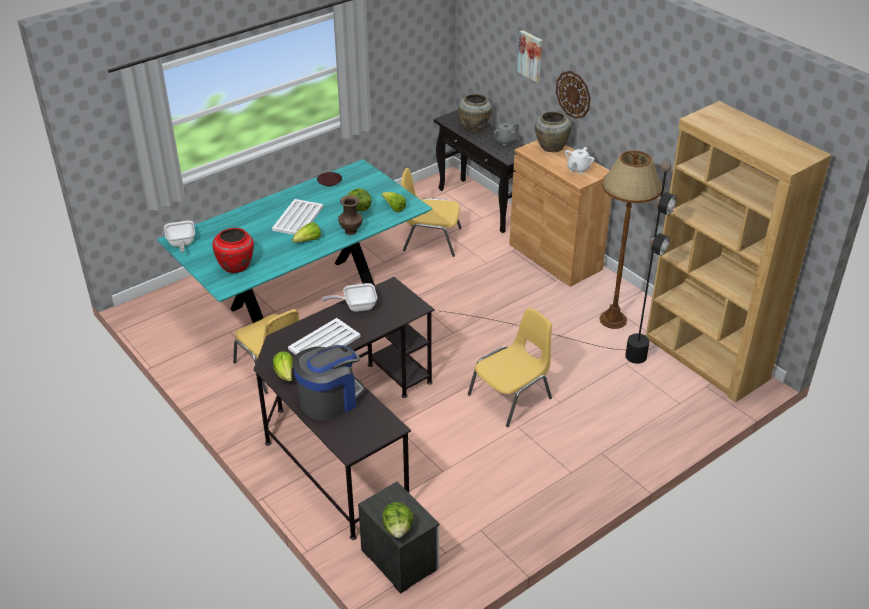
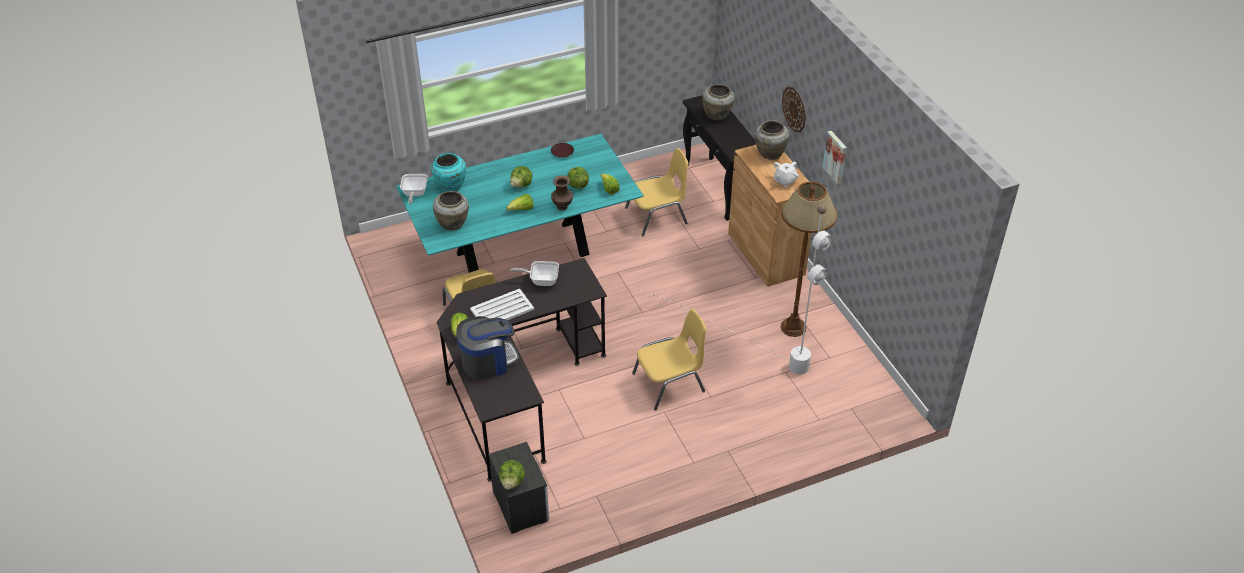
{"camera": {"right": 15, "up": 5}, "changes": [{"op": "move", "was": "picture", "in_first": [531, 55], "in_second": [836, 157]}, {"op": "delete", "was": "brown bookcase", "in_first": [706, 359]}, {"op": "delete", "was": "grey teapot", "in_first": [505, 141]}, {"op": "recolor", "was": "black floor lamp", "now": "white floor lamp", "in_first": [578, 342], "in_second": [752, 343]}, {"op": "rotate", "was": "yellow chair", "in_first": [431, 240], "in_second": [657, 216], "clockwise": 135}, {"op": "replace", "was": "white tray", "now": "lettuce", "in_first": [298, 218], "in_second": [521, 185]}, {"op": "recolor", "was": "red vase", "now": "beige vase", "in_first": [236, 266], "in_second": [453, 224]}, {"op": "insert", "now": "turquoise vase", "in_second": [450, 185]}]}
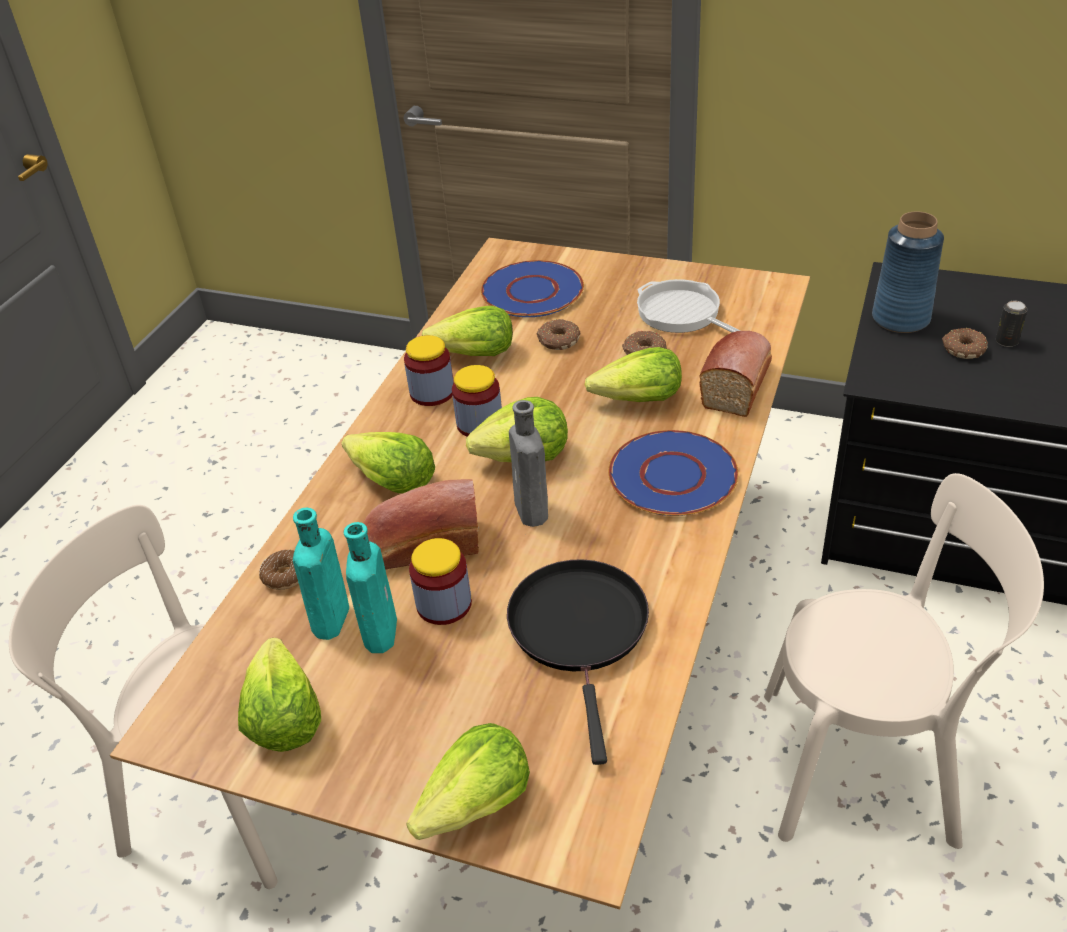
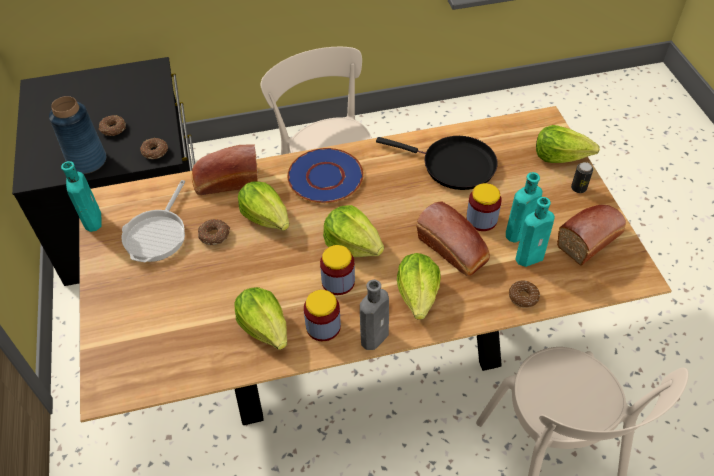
{"camera": {"right": -125, "up": 10}, "changes": [{"op": "delete", "was": "blue plate", "in_first": [531, 291]}, {"op": "move", "was": "can", "in_first": [1006, 341], "in_second": [578, 188]}, {"op": "move", "was": "donut", "in_first": [558, 341], "in_second": [155, 152]}, {"op": "move", "was": "grey bottle", "in_first": [532, 512], "in_second": [375, 336]}, {"op": "rotate", "was": "black frying pan", "in_first": [580, 631], "in_second": [454, 165], "clockwise": -120}, {"op": "replace", "was": "lettuce", "now": "bread", "in_first": [283, 717], "in_second": [591, 239]}, {"op": "insert", "now": "turquoise bottle", "in_second": [93, 219]}]}
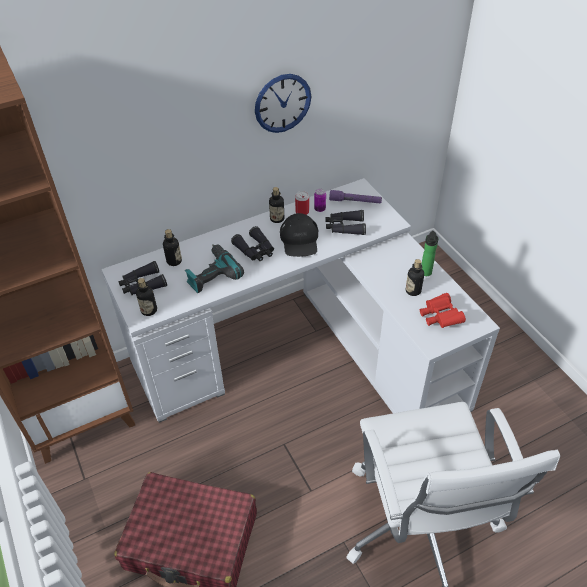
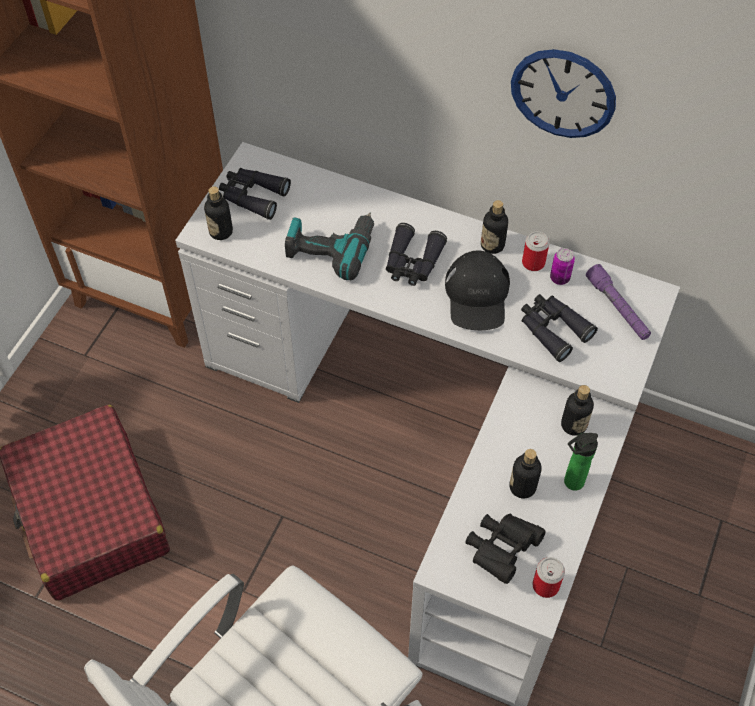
{"camera": {"right": 50, "up": 10}, "changes": [{"op": "rotate", "was": "black cap", "in_first": [299, 240], "in_second": [477, 296], "clockwise": -45}, {"op": "move", "was": "bottle", "in_first": [174, 261], "in_second": [573, 425]}, {"op": "recolor", "was": "red binoculars", "now": "black binoculars", "in_first": [439, 317], "in_second": [501, 549]}, {"op": "insert", "now": "can", "in_second": [545, 585]}]}
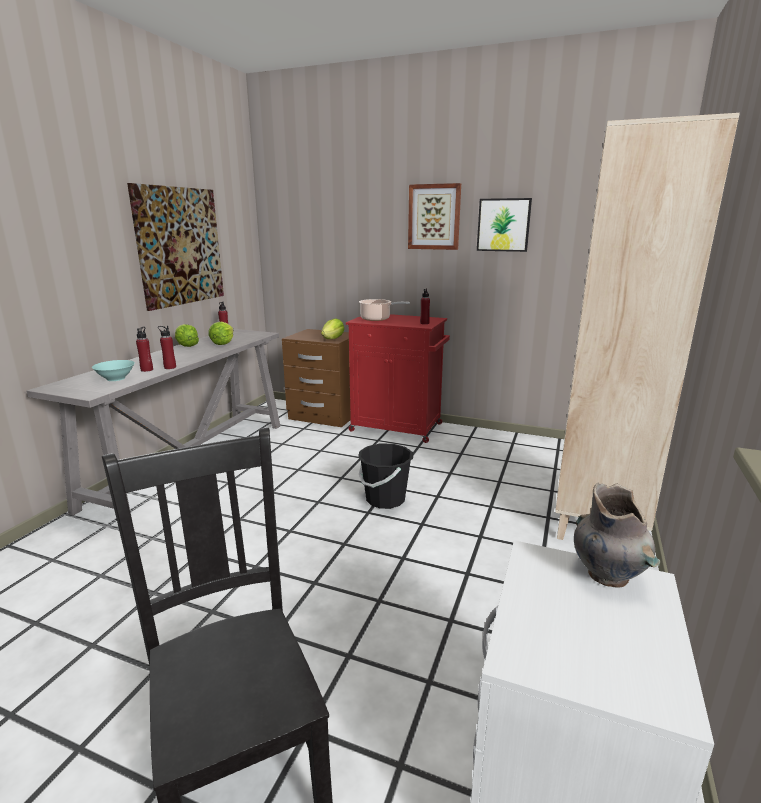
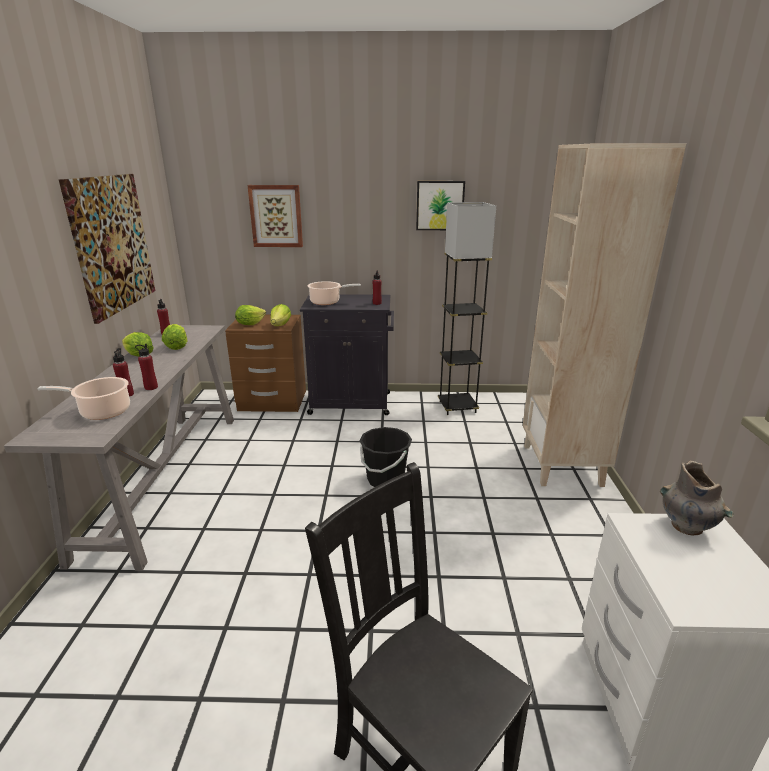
{"camera": {"right": -20, "up": 5}, "changes": [{"op": "move", "was": "picture", "in_first": [434, 217], "in_second": [276, 216]}, {"op": "recolor", "was": "red cabinet", "now": "black cabinet", "in_first": [398, 428], "in_second": [352, 403]}, {"op": "replace", "was": "turquoise bowl", "now": "cooking pot", "in_first": [116, 378], "in_second": [102, 411]}, {"op": "insert", "now": "grey floor lamp", "in_second": [457, 407]}, {"op": "insert", "now": "lettuce", "in_second": [250, 324]}]}
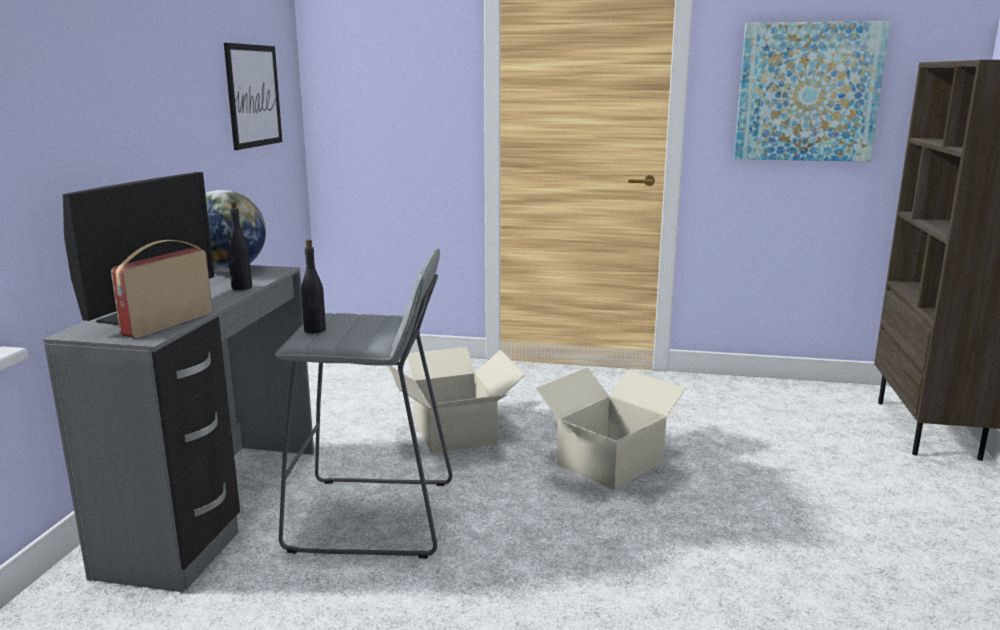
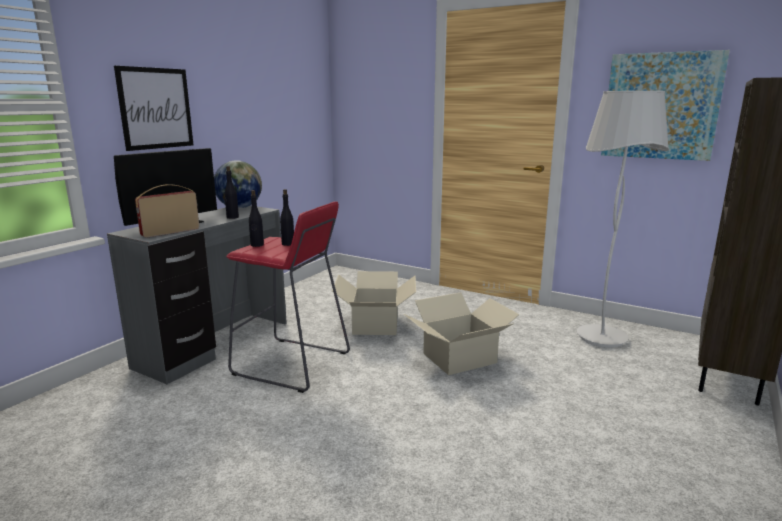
{"camera": {"right": 20, "up": 0}, "changes": [{"op": "move", "was": "picture", "in_first": [253, 96], "in_second": [156, 108]}, {"op": "recolor", "was": "grey stool", "now": "red stool", "in_first": [374, 517], "in_second": [291, 364]}, {"op": "insert", "now": "white floor lamp", "in_second": [601, 338]}, {"op": "insert", "now": "black bottle", "in_second": [288, 244]}]}
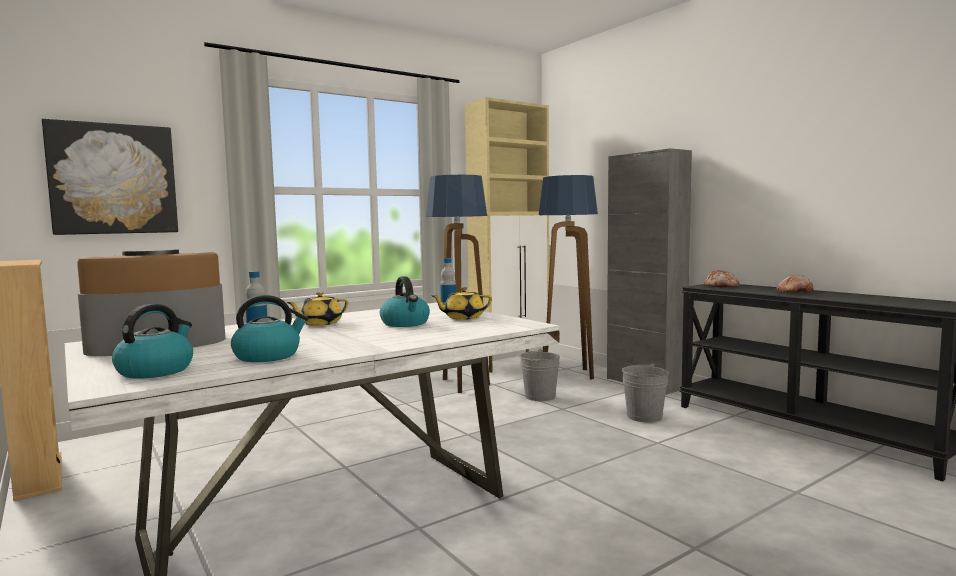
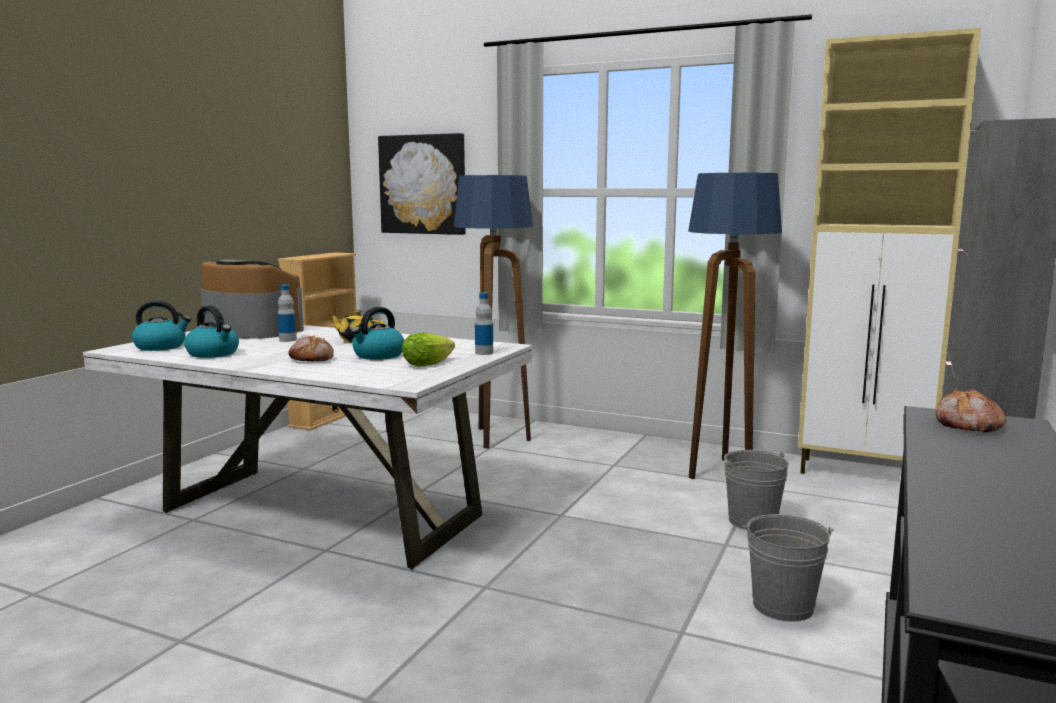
{"camera": {"right": 60, "up": 5}, "changes": [{"op": "move", "was": "floor lamp", "in_first": [568, 374], "in_second": [495, 437]}, {"op": "move", "was": "bread", "in_first": [794, 292], "in_second": [312, 359]}, {"op": "replace", "was": "yellow teapot", "now": "lettuce", "in_first": [463, 318], "in_second": [430, 363]}]}
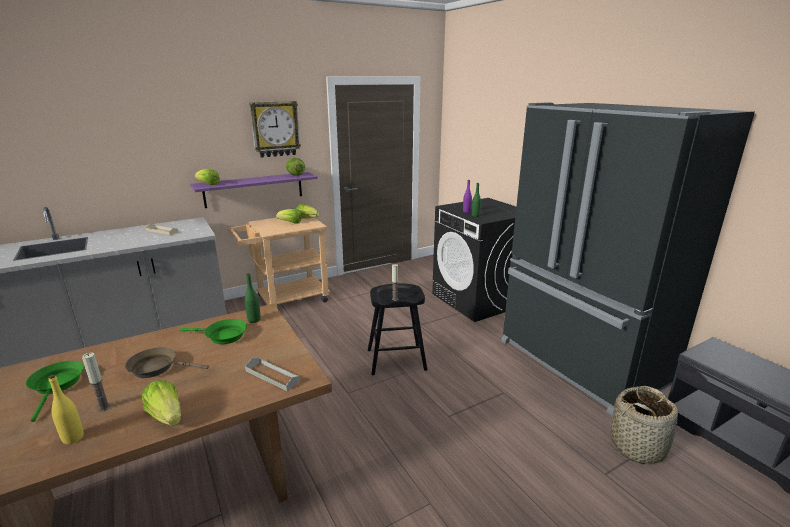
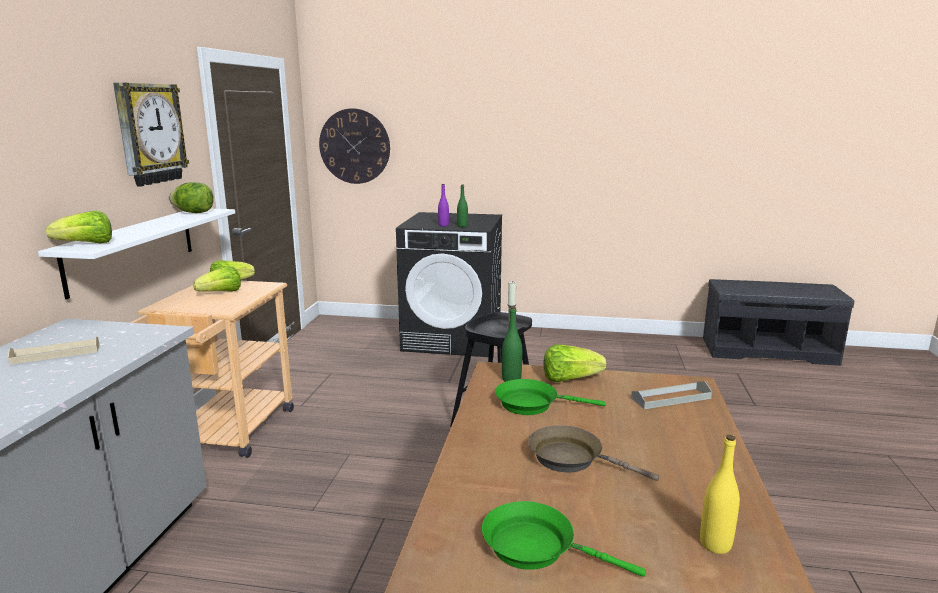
{"camera": {"right": -50, "up": -5}, "changes": [{"op": "delete", "was": "black fridge", "in_first": [580, 362]}, {"op": "recolor", "was": "purple shelf", "now": "white shelf", "in_first": [254, 189], "in_second": [132, 249]}, {"op": "rotate", "was": "green frying pan", "in_first": [223, 336], "in_second": [532, 404], "clockwise": -135}, {"op": "rotate", "was": "brown frying pan", "in_first": [157, 367], "in_second": [571, 459], "clockwise": 75}, {"op": "delete", "was": "candle", "in_first": [104, 407]}, {"op": "move", "was": "lettuce", "in_first": [166, 415], "in_second": [569, 379]}, {"op": "delete", "was": "basket", "in_first": [638, 446]}, {"op": "insert", "now": "wall clock", "in_second": [354, 146]}]}
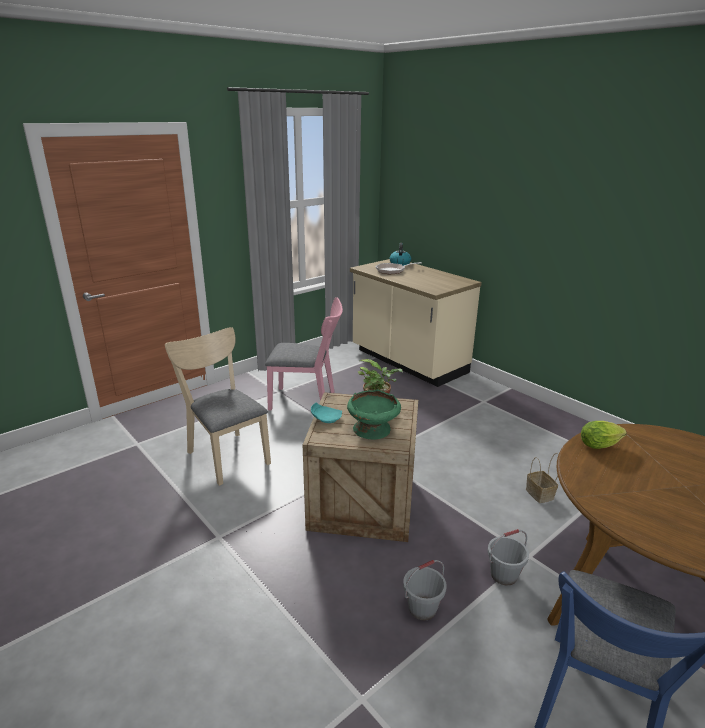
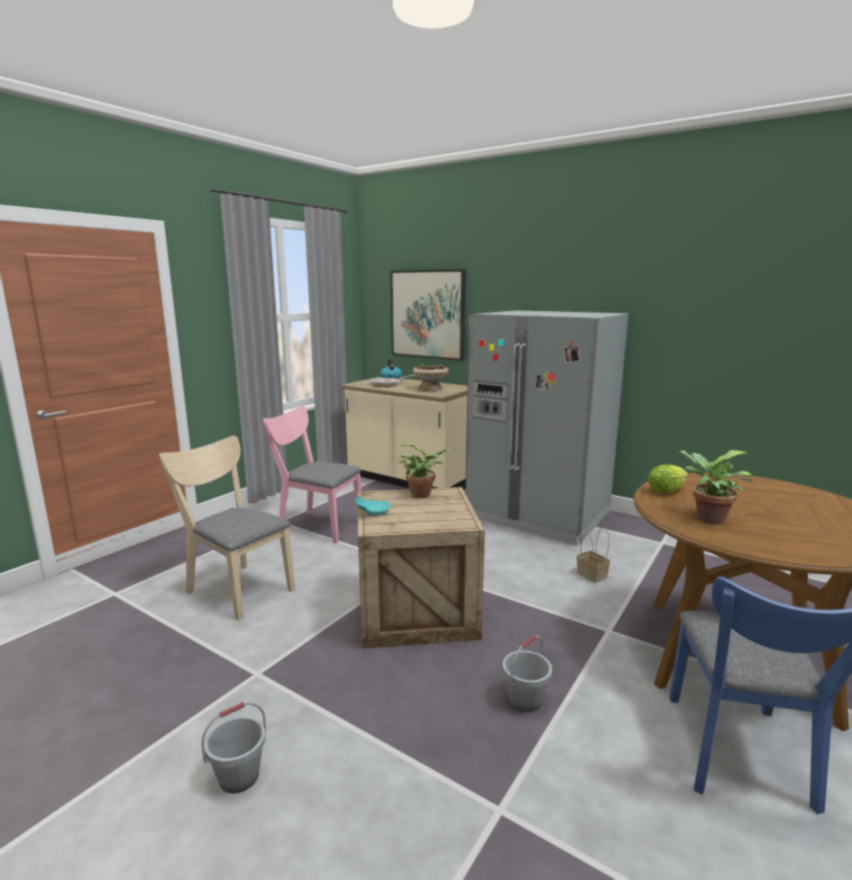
{"camera": {"right": -15, "up": -10}, "changes": [{"op": "rotate", "was": "pink chair", "in_first": [307, 401], "in_second": [316, 525], "clockwise": -150}, {"op": "delete", "was": "green bowl", "in_first": [373, 429]}, {"op": "move", "was": "grey bucket", "in_first": [504, 575], "in_second": [239, 777]}, {"op": "insert", "now": "picture", "in_second": [428, 314]}, {"op": "insert", "now": "grey fridge", "in_second": [538, 515]}, {"op": "insert", "now": "beige bowl", "in_second": [430, 388]}, {"op": "insert", "now": "potted plant", "in_second": [707, 518]}]}
